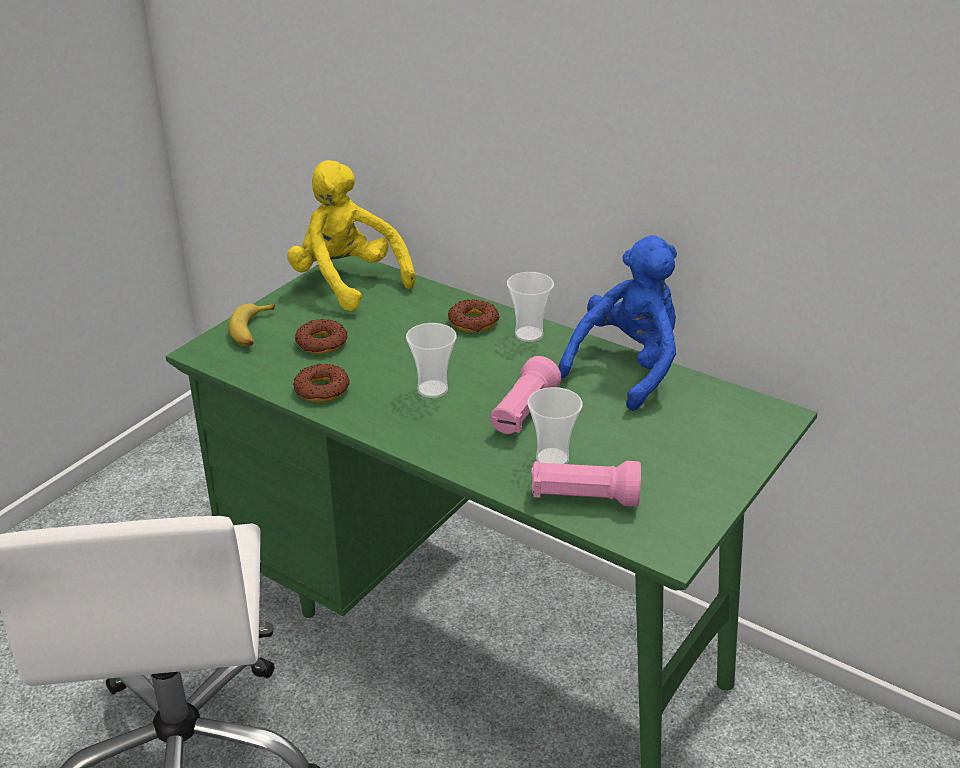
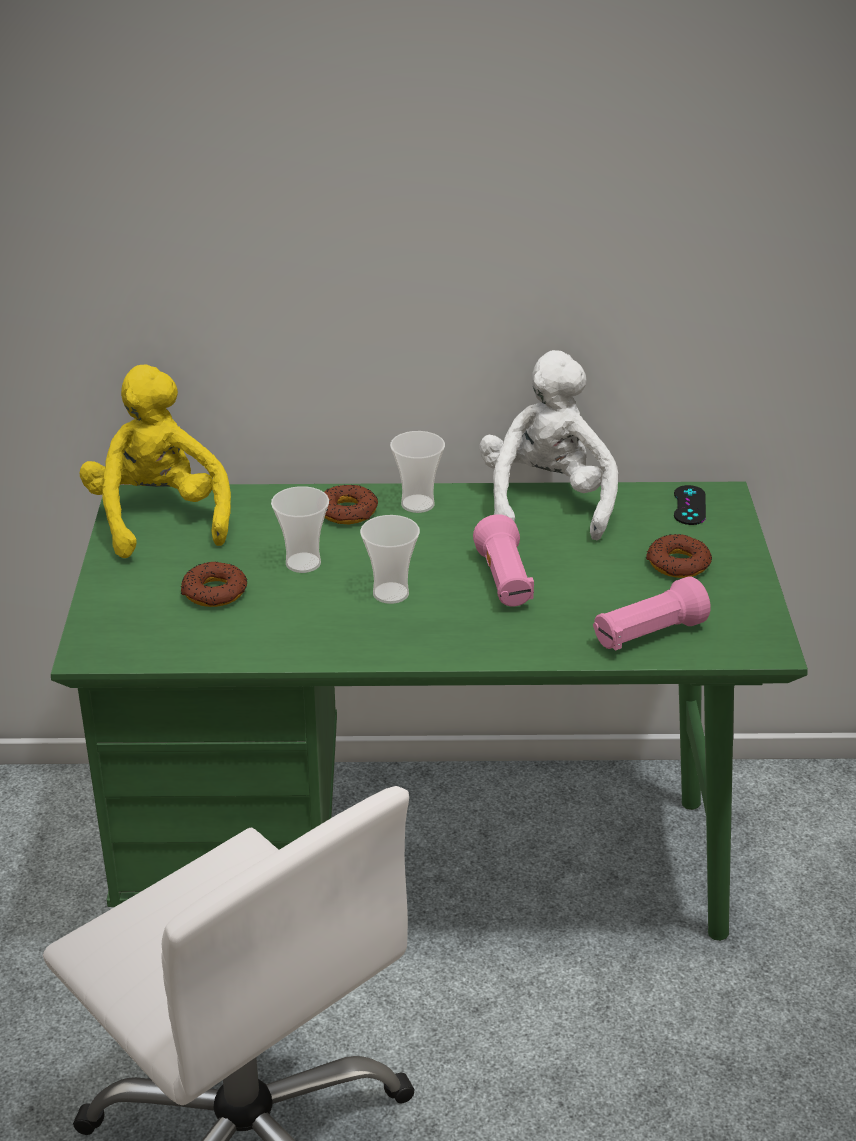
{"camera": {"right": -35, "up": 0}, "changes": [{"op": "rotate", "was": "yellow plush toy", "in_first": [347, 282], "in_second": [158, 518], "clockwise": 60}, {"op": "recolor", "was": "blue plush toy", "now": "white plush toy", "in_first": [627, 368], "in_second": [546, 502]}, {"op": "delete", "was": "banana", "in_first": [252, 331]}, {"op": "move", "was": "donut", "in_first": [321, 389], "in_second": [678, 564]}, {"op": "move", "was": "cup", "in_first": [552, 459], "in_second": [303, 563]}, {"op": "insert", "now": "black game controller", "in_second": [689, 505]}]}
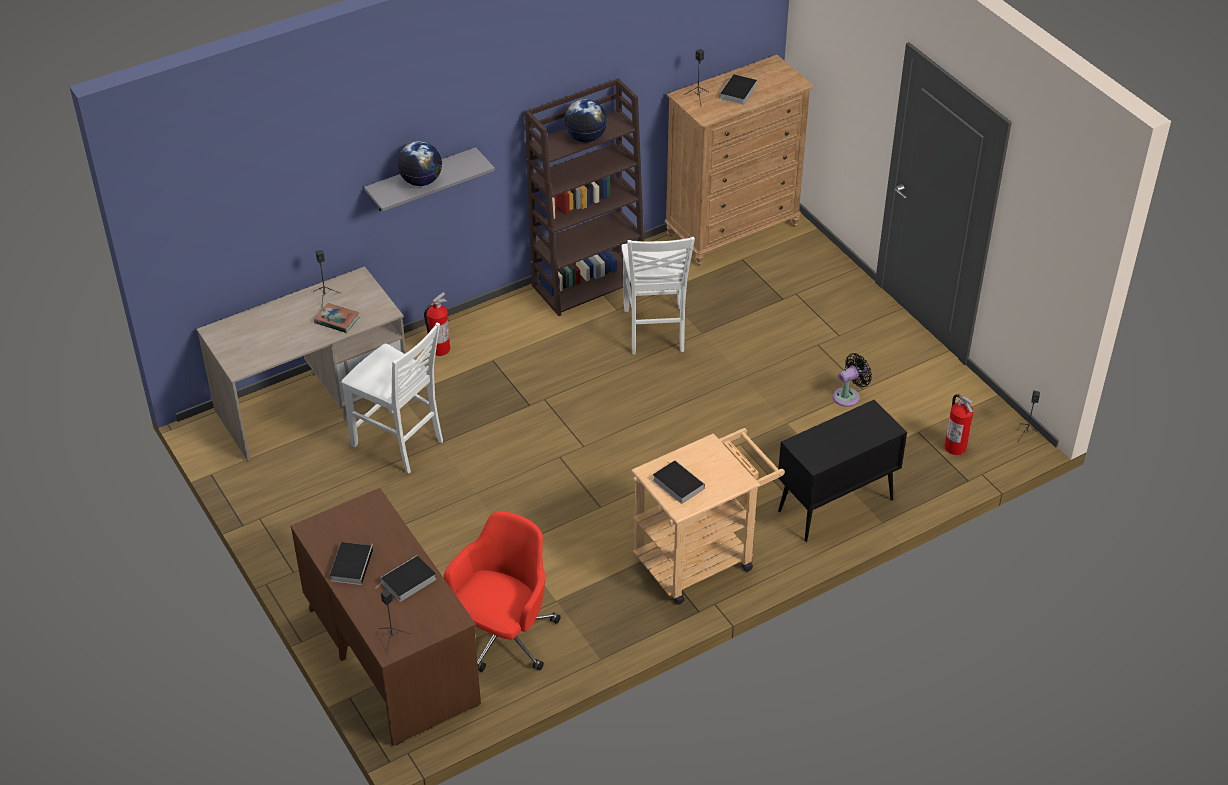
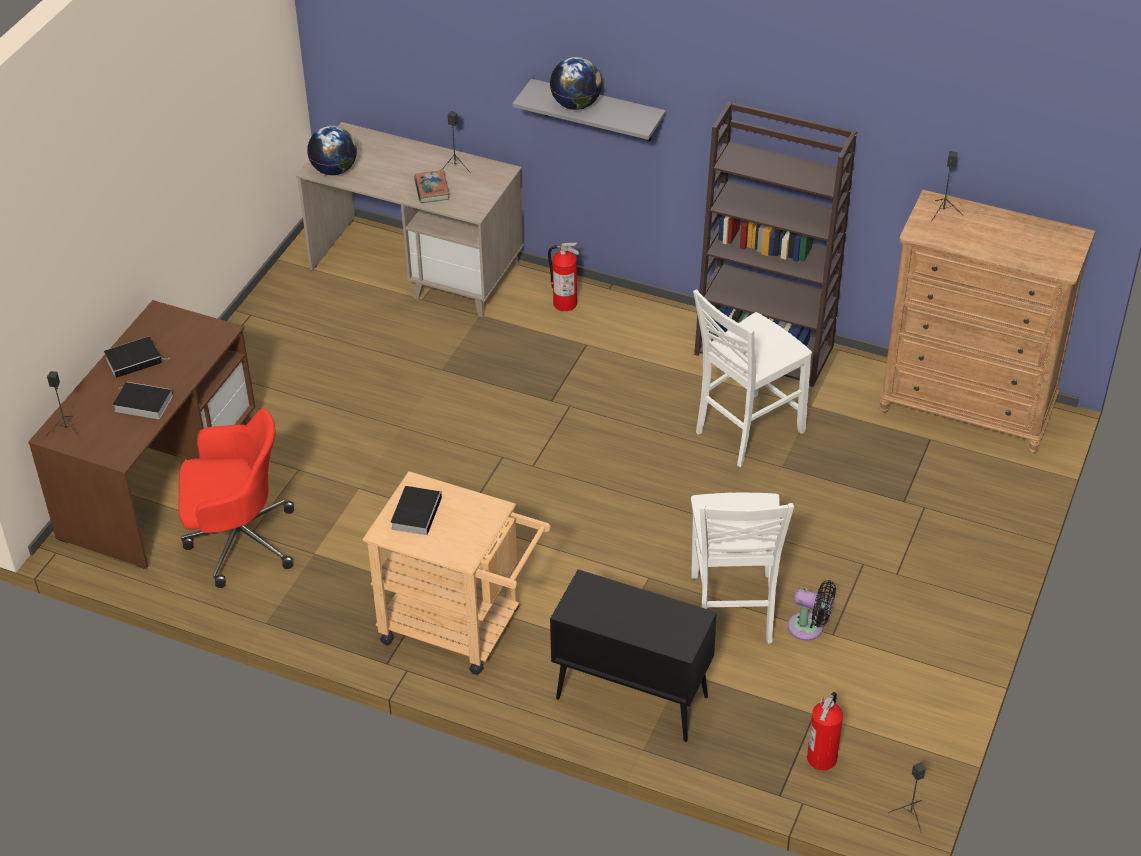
{"camera": {"right": 55, "up": 0}, "changes": [{"op": "delete", "was": "book", "in_first": [737, 93]}, {"op": "move", "was": "globe", "in_first": [585, 138], "in_second": [334, 170]}, {"op": "move", "was": "white chair", "in_first": [399, 443], "in_second": [732, 610]}]}
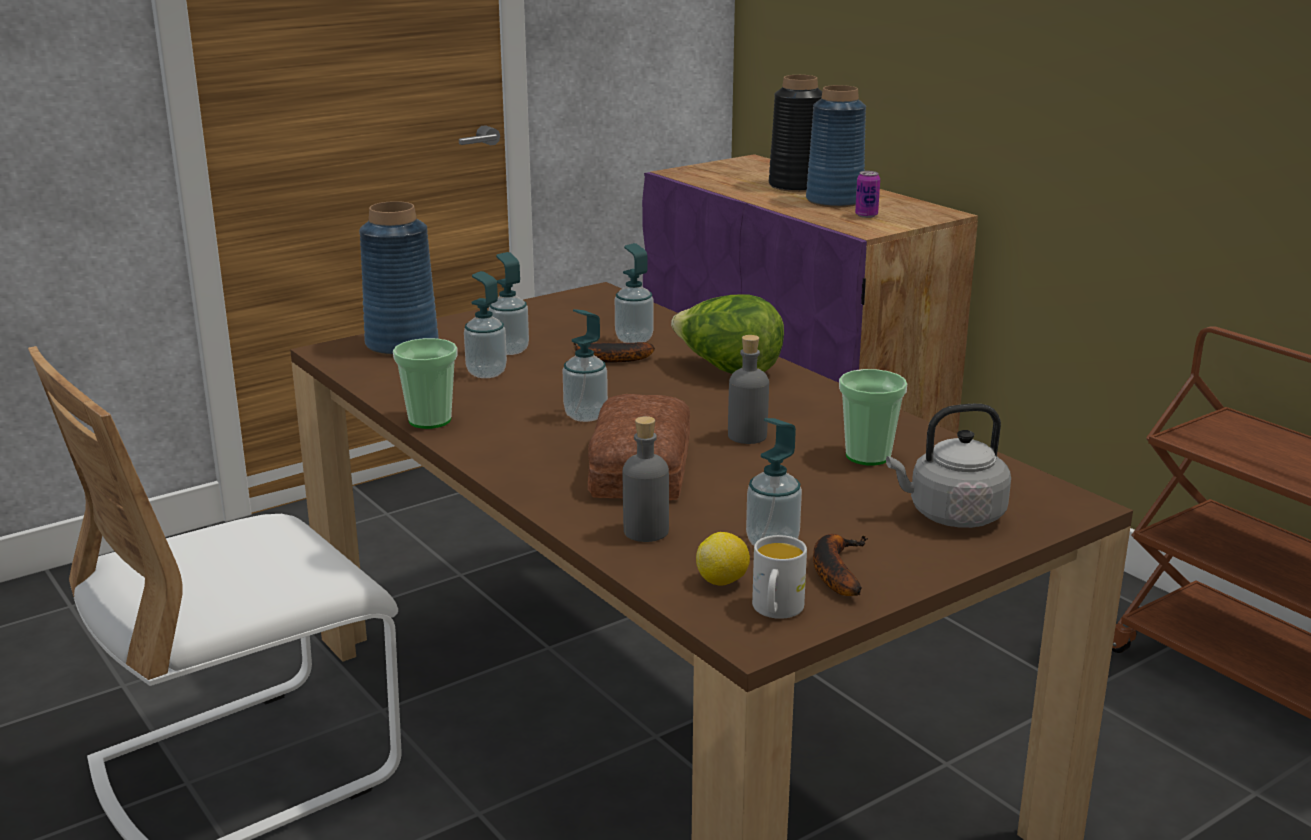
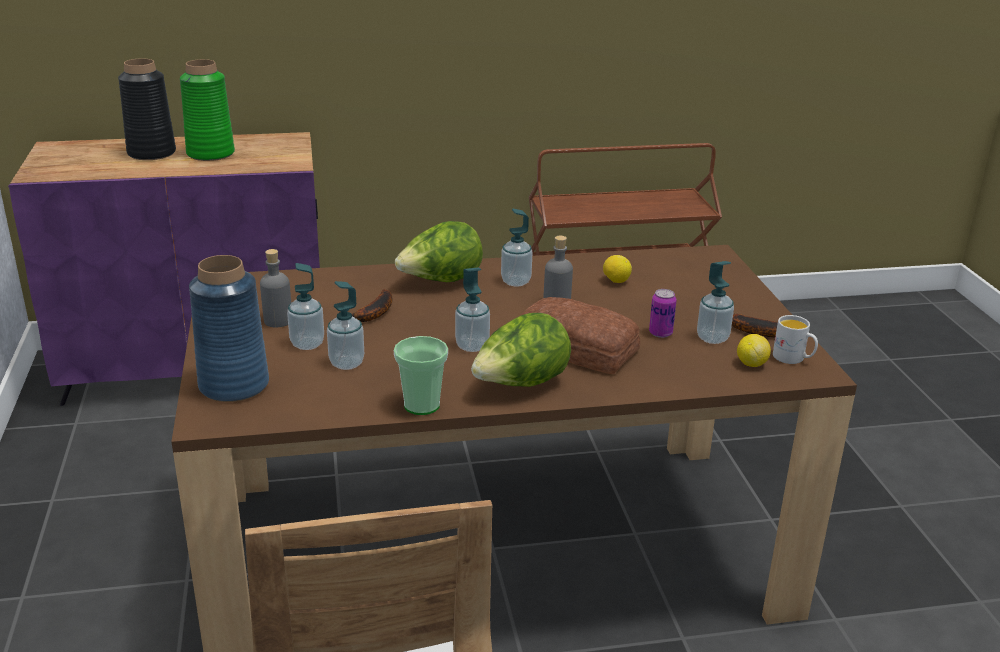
{"camera": {"right": -65, "up": 5}, "changes": [{"op": "recolor", "was": "blue vase", "now": "green vase", "in_first": [835, 201], "in_second": [211, 153]}, {"op": "move", "was": "can", "in_first": [866, 215], "in_second": [660, 333]}, {"op": "move", "was": "soap dispenser", "in_first": [634, 339], "in_second": [516, 281]}, {"op": "replace", "was": "cup", "now": "lemon", "in_first": [868, 456], "in_second": [615, 281]}, {"op": "delete", "was": "grey kettle", "in_first": [951, 515]}, {"op": "move", "was": "grey bottle", "in_first": [646, 531], "in_second": [278, 321]}, {"op": "insert", "now": "lettuce", "in_second": [521, 385]}]}
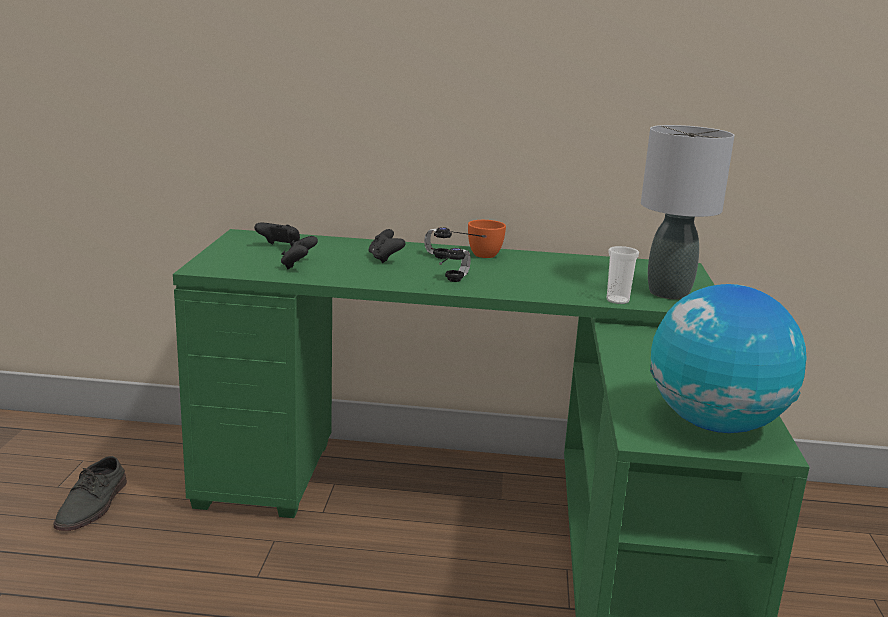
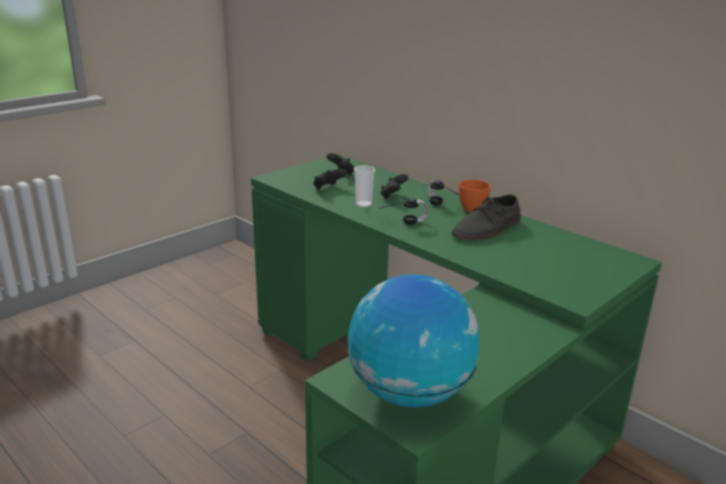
{"camera": {"right": 40, "up": 5}, "changes": [{"op": "delete", "was": "grey table lamp", "in_first": [668, 293]}, {"op": "move", "was": "cup", "in_first": [617, 300], "in_second": [363, 204]}, {"op": "move", "was": "grey shoe", "in_first": [93, 505], "in_second": [487, 229]}]}
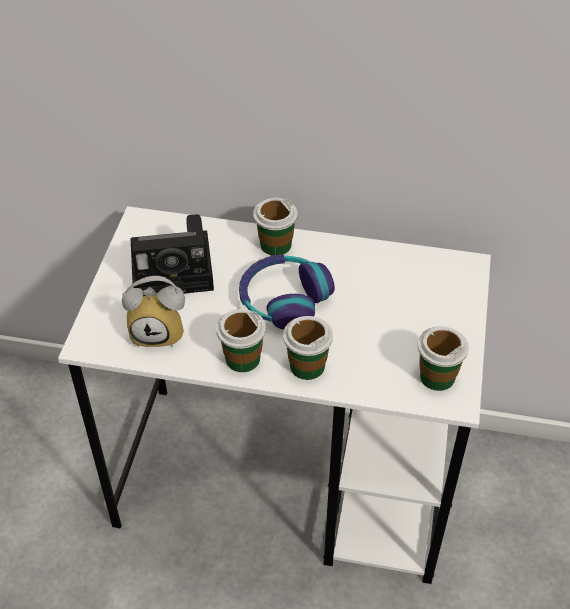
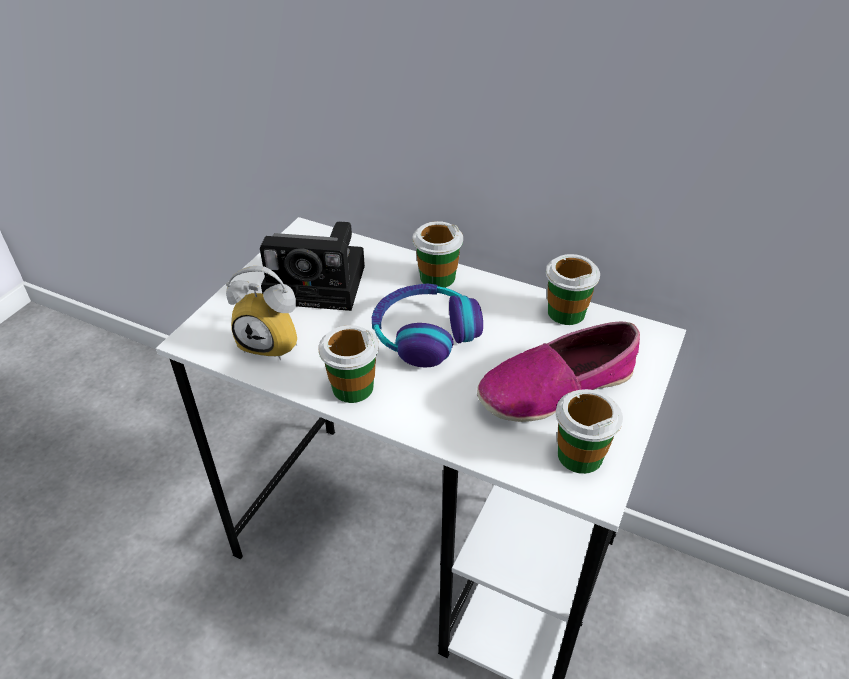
{"camera": {"right": 15, "up": -5}, "changes": [{"op": "move", "was": "cup", "in_first": [307, 365], "in_second": [566, 312]}, {"op": "insert", "now": "shoe", "in_second": [556, 386]}]}
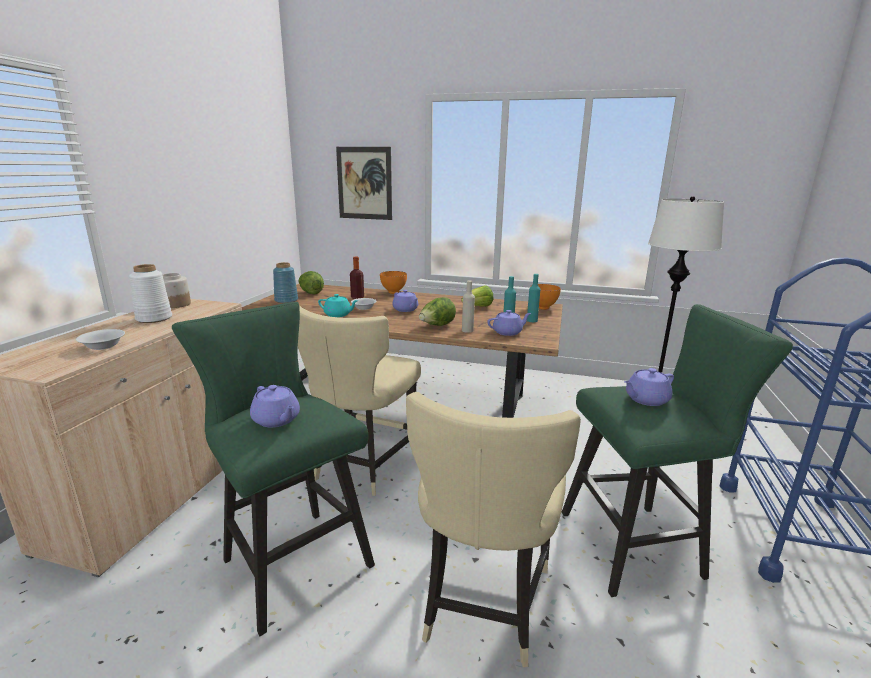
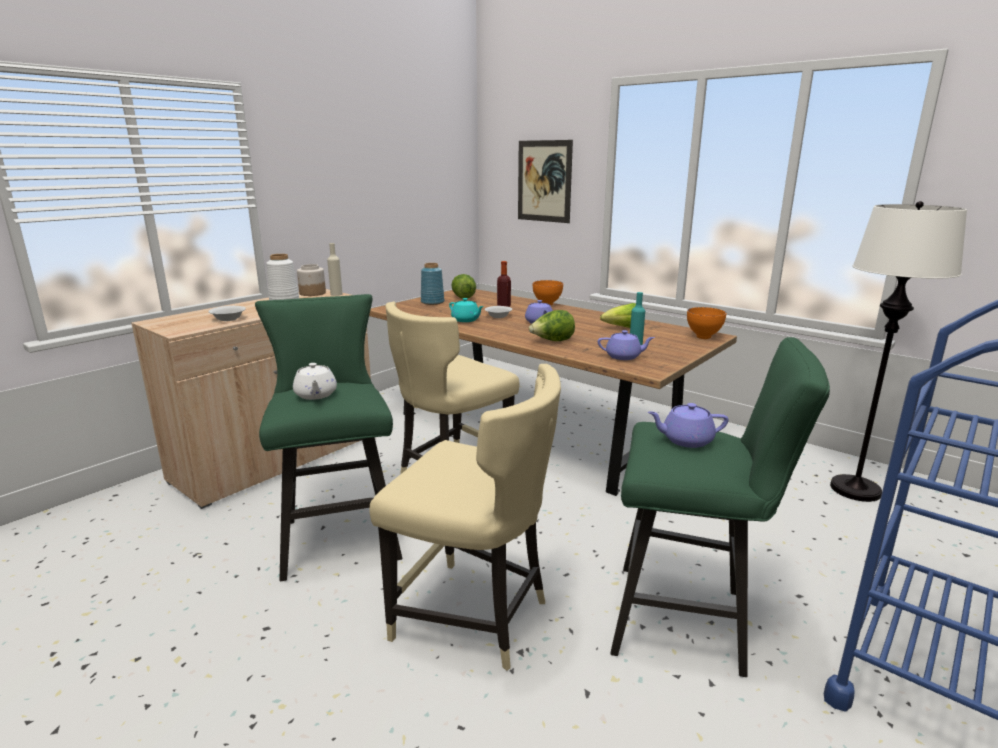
{"camera": {"right": 25, "up": 0}, "changes": [{"op": "delete", "was": "turquoise bottle", "in_first": [532, 320]}, {"op": "move", "was": "beige bottle", "in_first": [467, 330], "in_second": [336, 294]}, {"op": "recolor", "was": "purple teapot", "now": "white teapot", "in_first": [276, 420], "in_second": [316, 395]}, {"op": "rotate", "was": "beige chair", "in_first": [482, 603], "in_second": [474, 617], "clockwise": -105}]}
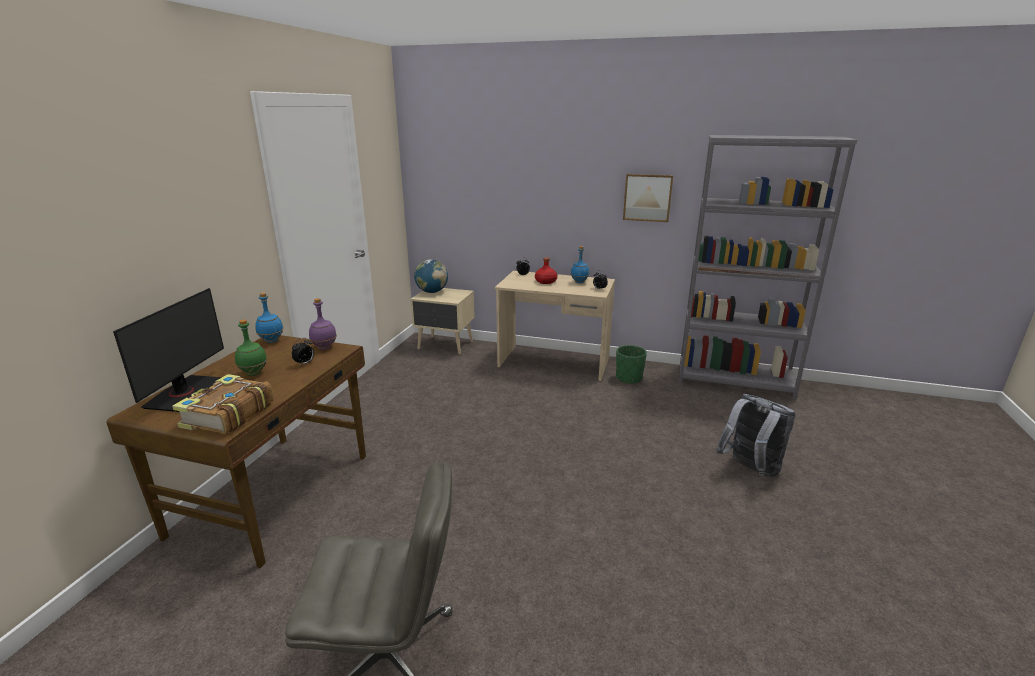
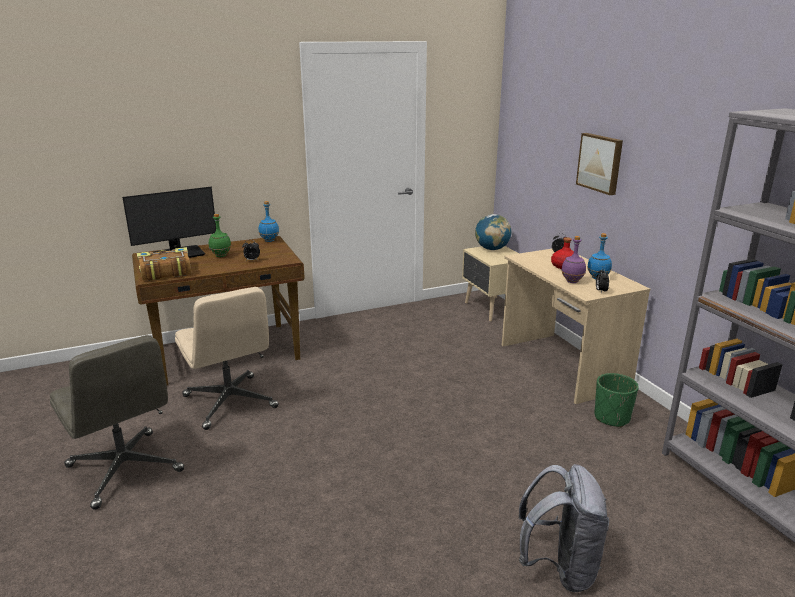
{"camera": {"right": 50, "up": 0}, "changes": [{"op": "move", "was": "picture", "in_first": [647, 197], "in_second": [600, 163]}, {"op": "move", "was": "purple bottle", "in_first": [324, 347], "in_second": [572, 281]}, {"op": "insert", "now": "beige office chair", "in_second": [230, 402]}]}
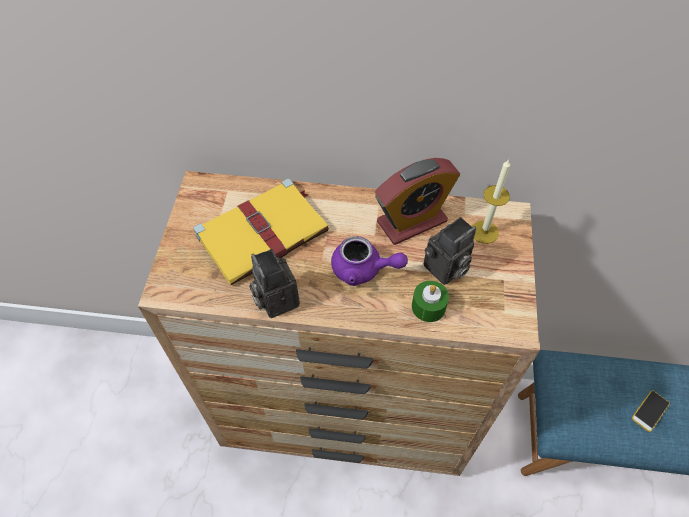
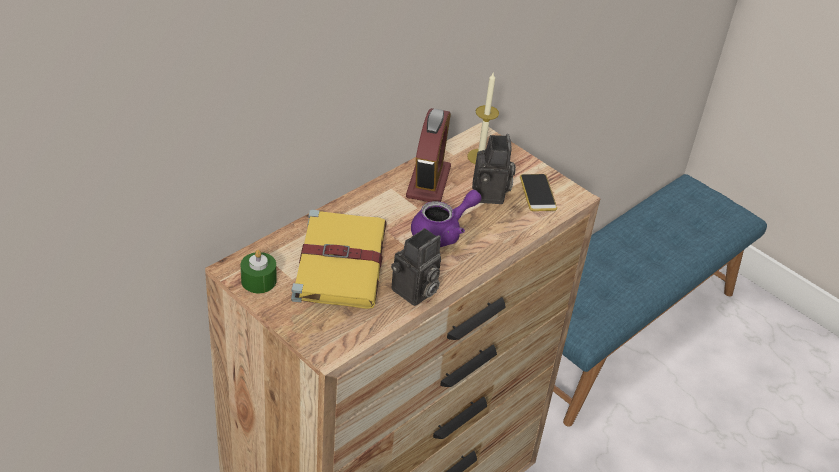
{"camera": {"right": -55, "up": -15}, "changes": [{"op": "rotate", "was": "photo camera", "in_first": [275, 299], "in_second": [414, 292], "clockwise": -60}, {"op": "move", "was": "green candle", "in_first": [428, 307], "in_second": [258, 281]}, {"op": "move", "was": "phone", "in_first": [650, 411], "in_second": [538, 193]}]}
